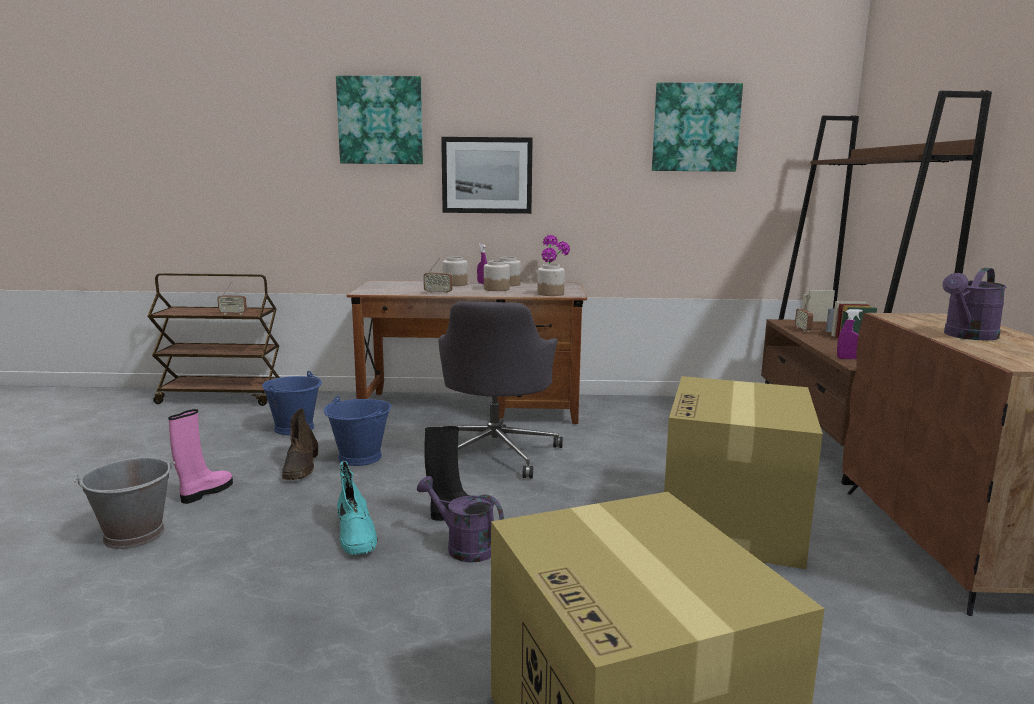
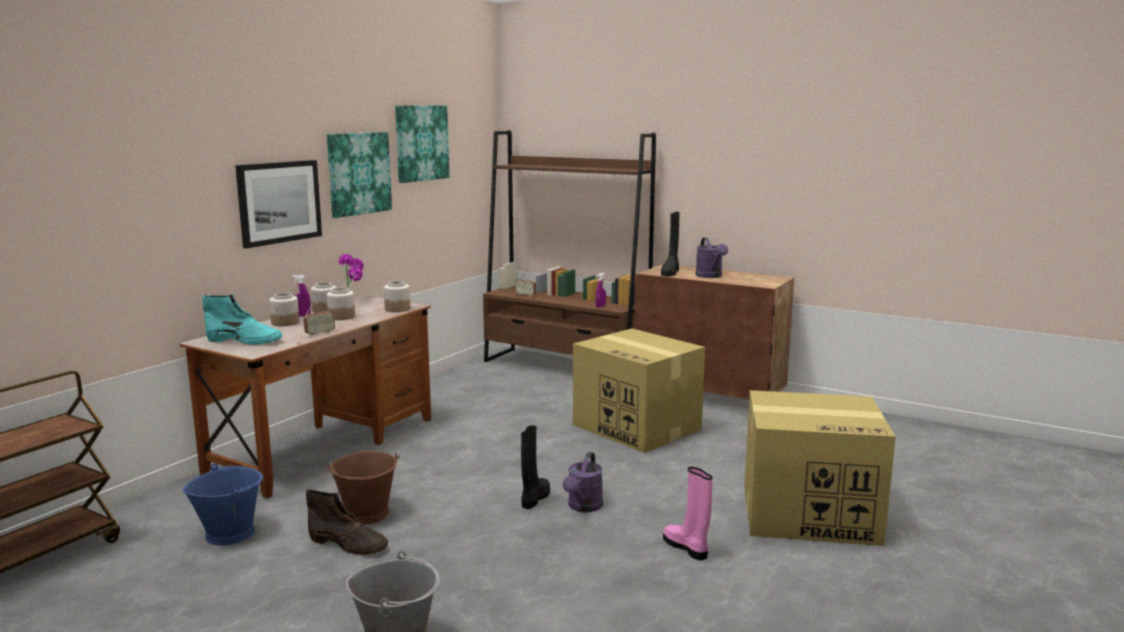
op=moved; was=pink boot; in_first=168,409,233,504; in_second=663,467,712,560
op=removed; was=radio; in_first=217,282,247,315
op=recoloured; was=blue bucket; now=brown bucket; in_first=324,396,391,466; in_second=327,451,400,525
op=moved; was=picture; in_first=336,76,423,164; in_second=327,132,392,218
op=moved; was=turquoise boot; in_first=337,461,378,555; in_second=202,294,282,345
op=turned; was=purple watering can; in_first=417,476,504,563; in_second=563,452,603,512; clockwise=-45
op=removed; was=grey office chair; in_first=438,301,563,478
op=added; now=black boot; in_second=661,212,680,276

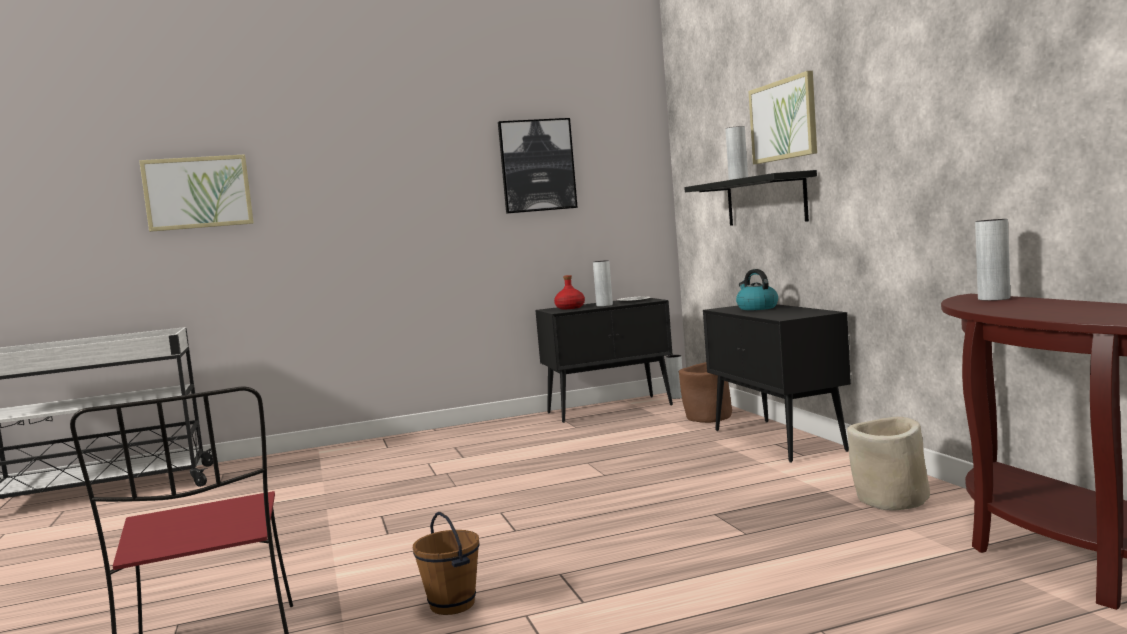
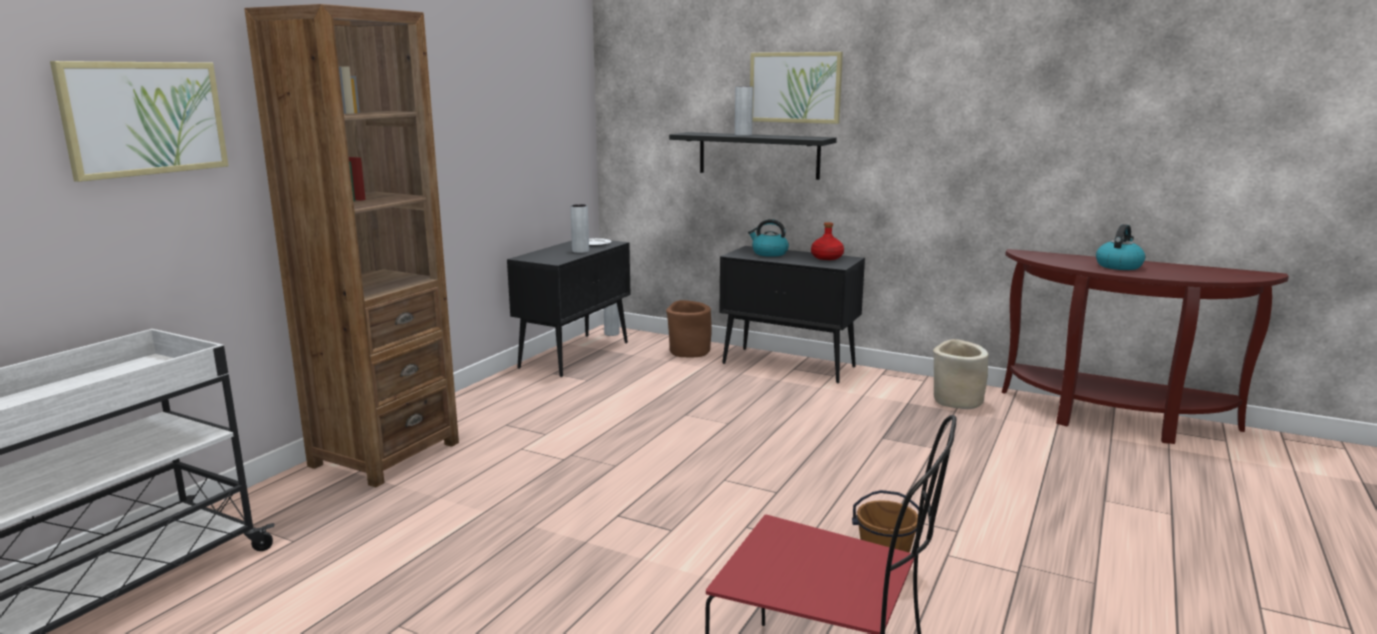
op=removed; was=picture; in_first=498,118,578,214
op=moved; was=red bottle; in_first=554,275,585,309; in_second=811,222,844,260
op=removed; was=grey vase; in_first=975,219,1010,301
op=added; now=brown bookcase; in_second=245,4,459,487
op=added; now=kettle; in_second=1096,224,1145,270

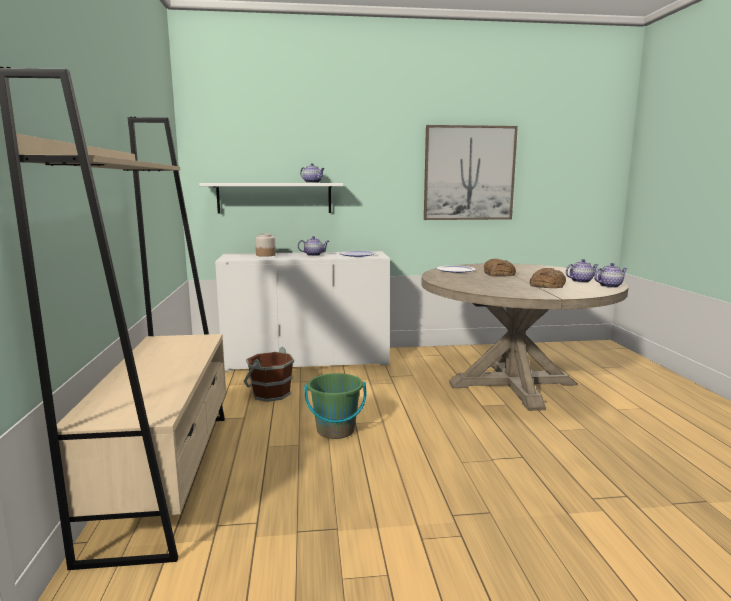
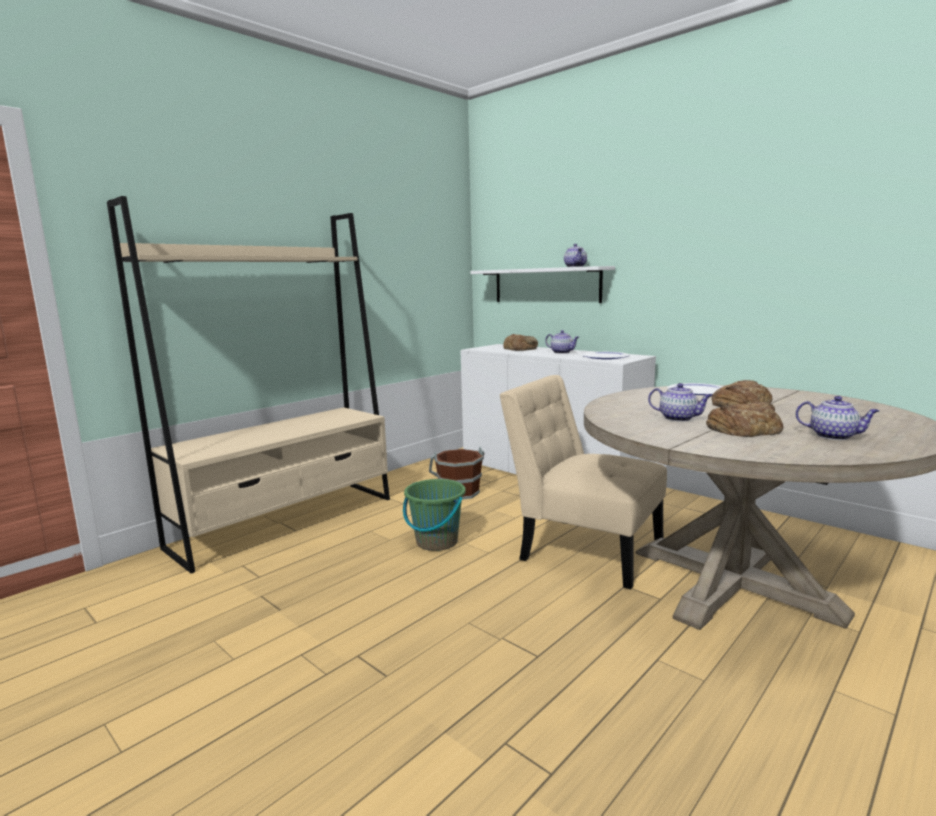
op=replaced; was=jar; now=bread; in_first=255,234,276,257; in_second=503,334,538,351
op=removed; was=picture; in_first=424,125,518,220
op=moved; was=teapot; in_first=594,263,628,288; in_second=648,383,713,422
op=added; now=beige chair; in_second=499,375,667,589

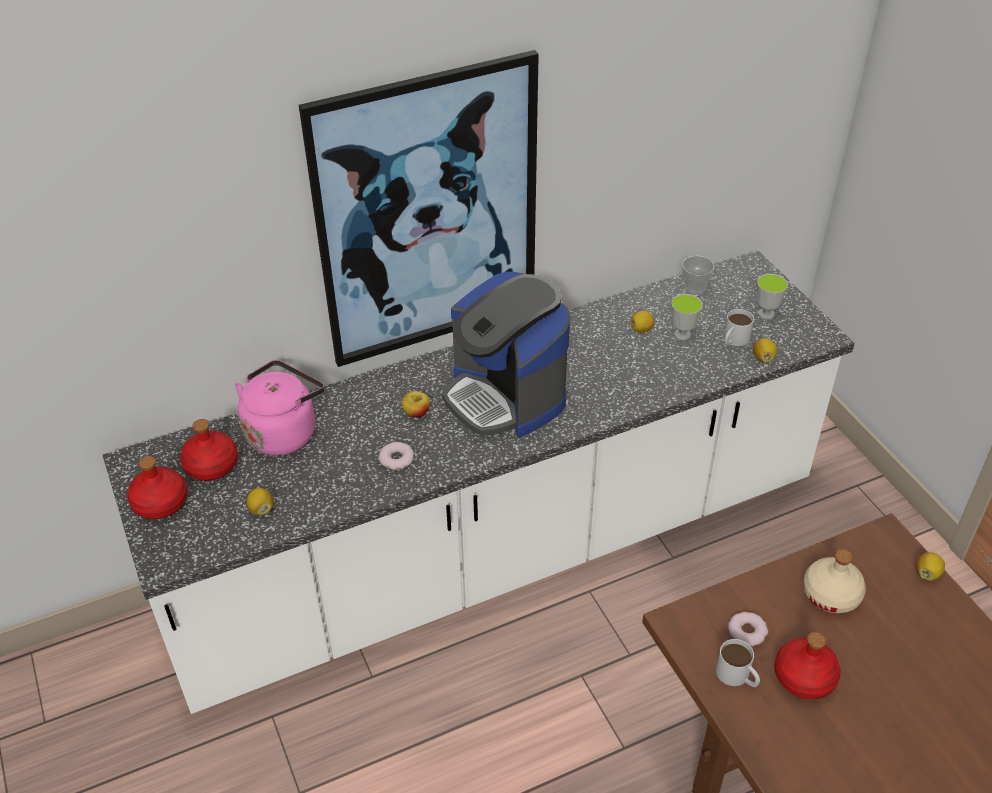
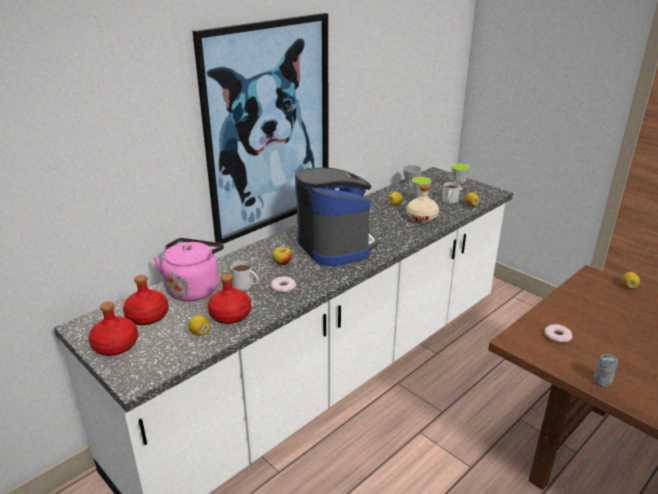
op=turned; was=coffee machine; in_first=442,272,570,438; in_second=295,168,379,266; clockwise=-150
op=moved; was=white mug; in_first=716,639,760,687; in_second=231,261,259,290
op=moved; was=red bottle; in_first=774,632,841,699; in_second=208,274,251,324
op=moved; was=beige bottle; in_first=803,549,866,613; in_second=406,184,439,223
op=added; now=can; in_second=593,354,618,387

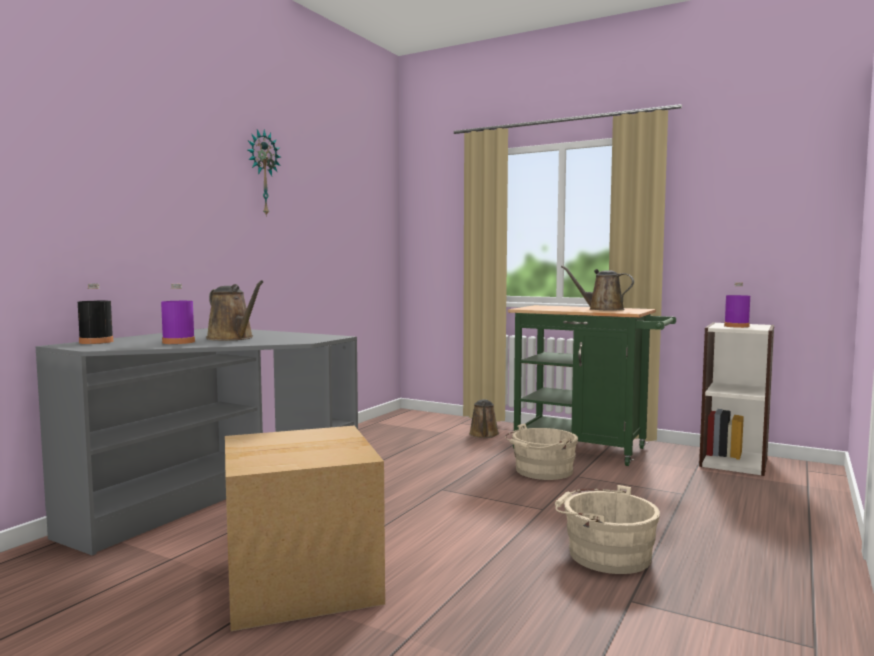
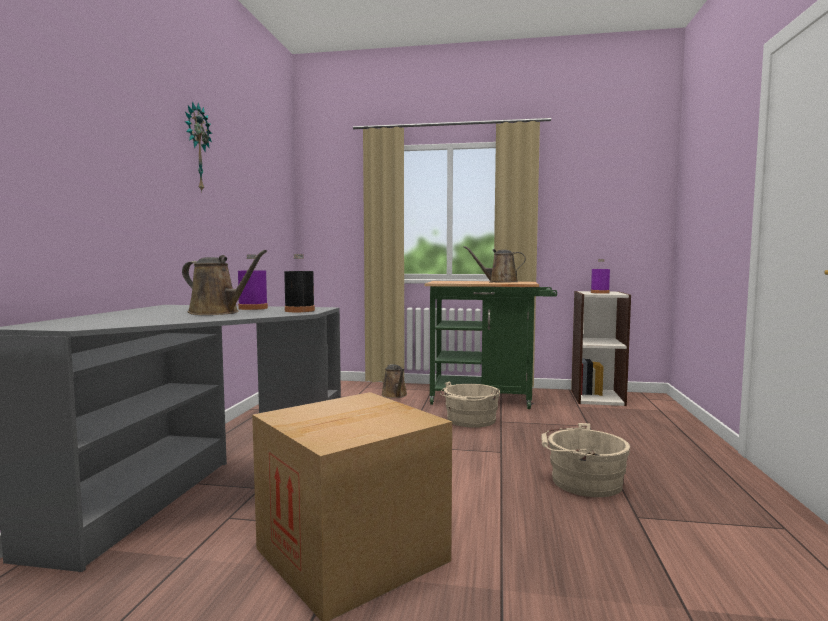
op=moved; was=black bottle; in_first=78,284,113,344; in_second=284,254,315,312
op=moved; was=purple bottle; in_first=161,284,195,344; in_second=238,254,268,310

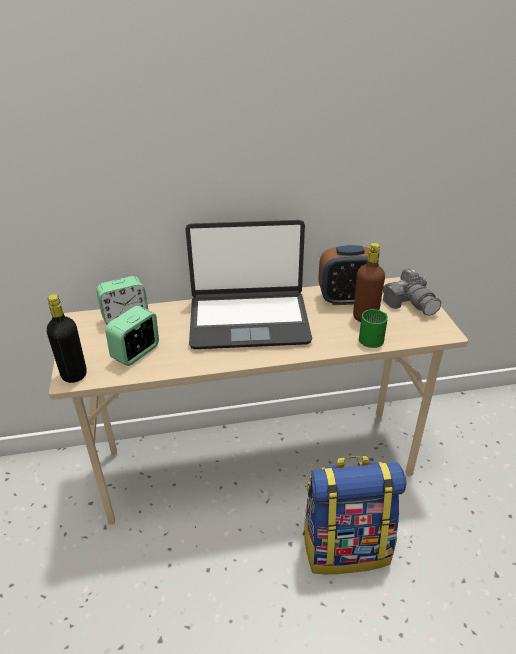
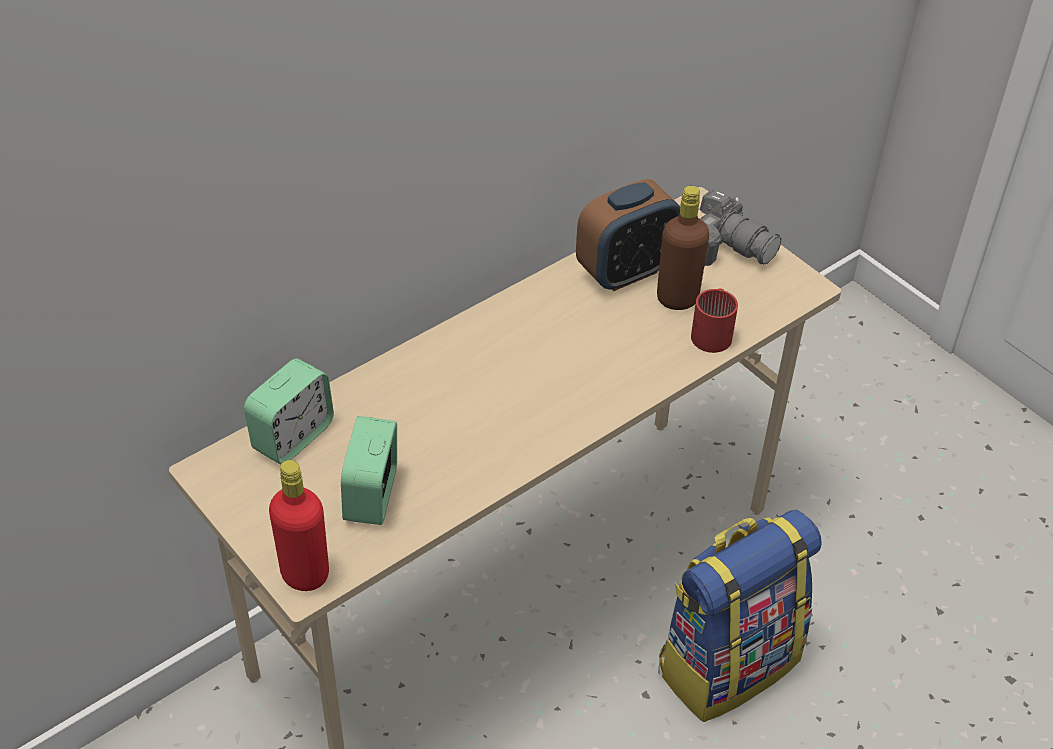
op=recoloured; was=black bottle; now=red bottle; in_first=47,294,87,383; in_second=269,460,329,591
op=removed; was=laptop; in_first=185,220,312,349
op=recoloured; was=green mug; now=red mug; in_first=359,309,388,348; in_second=691,288,738,353

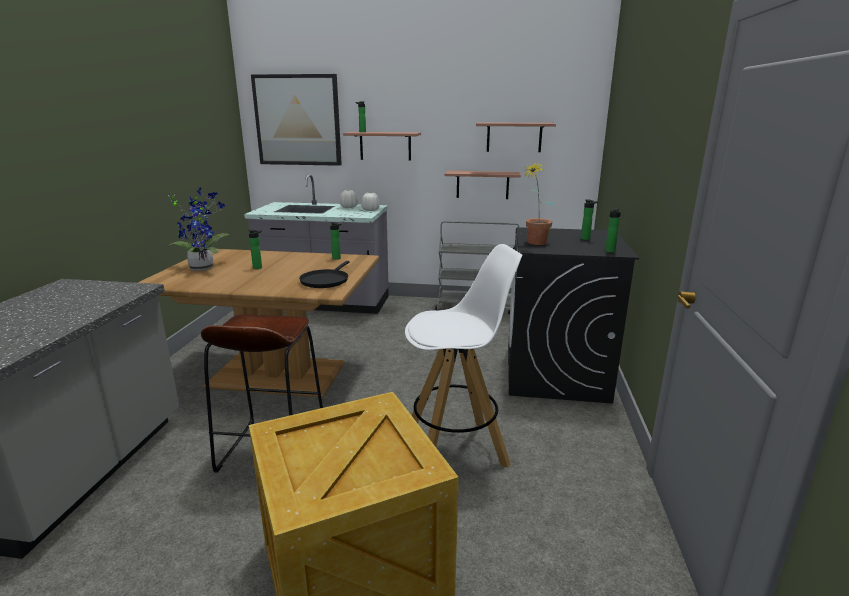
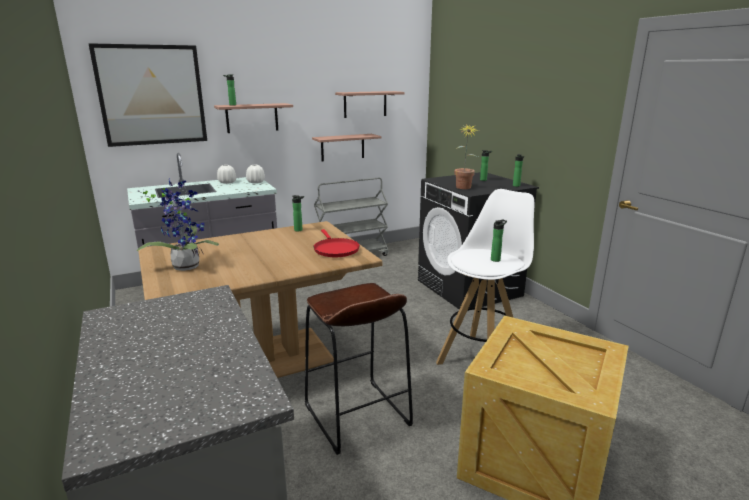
op=moved; was=bottle; in_first=248,230,262,269; in_second=491,219,507,262
op=recoloured; was=black frying pan; now=red frying pan; in_first=299,261,350,288; in_second=314,229,360,257

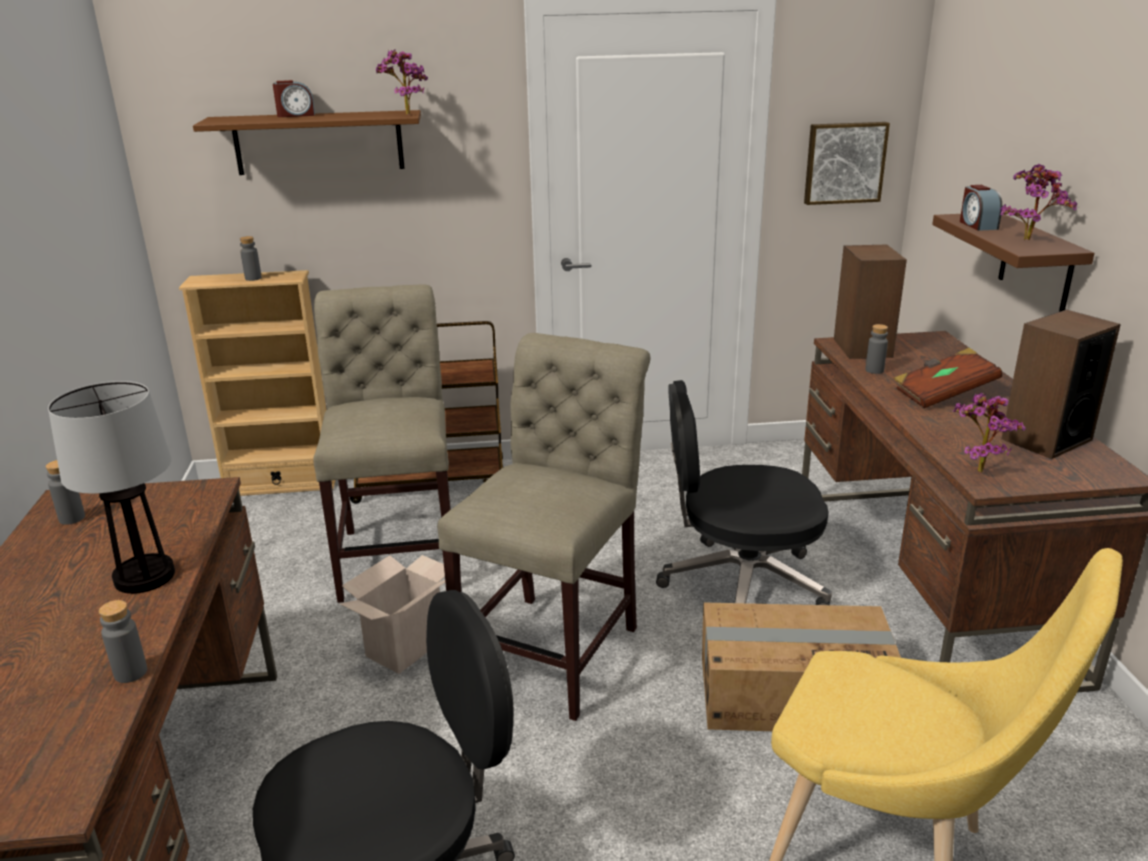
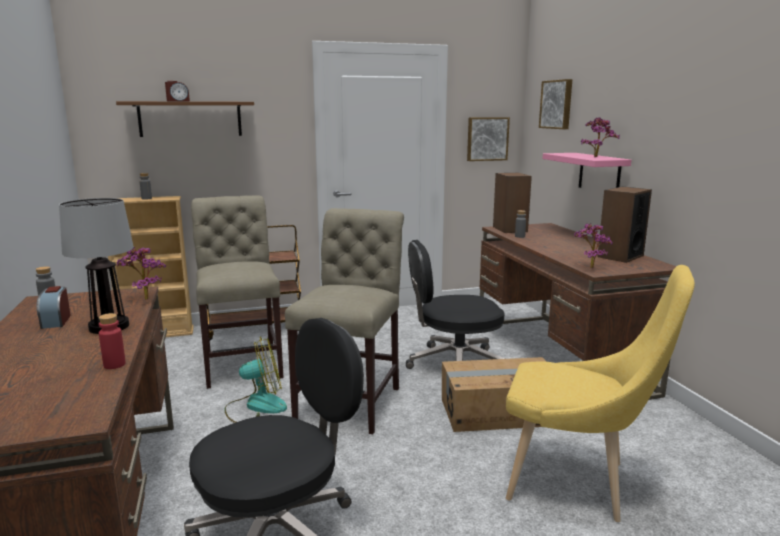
op=recoloured; was=grey bottle; now=red bottle; in_first=99,600,147,683; in_second=99,313,126,369
op=replaced; was=cardboard box; now=fan; in_first=340,555,445,674; in_second=224,336,287,423
op=moved; was=potted plant; in_first=376,50,428,115; in_second=117,247,166,300
op=removed; was=brown book; in_first=894,348,1002,408
op=recoloured; was=brown shelf; now=pink shelf; in_first=932,214,1095,312; in_second=542,153,631,188
op=moved; was=alarm clock; in_first=960,185,1002,231; in_second=37,286,71,329
op=added; now=picture; in_second=539,79,572,129

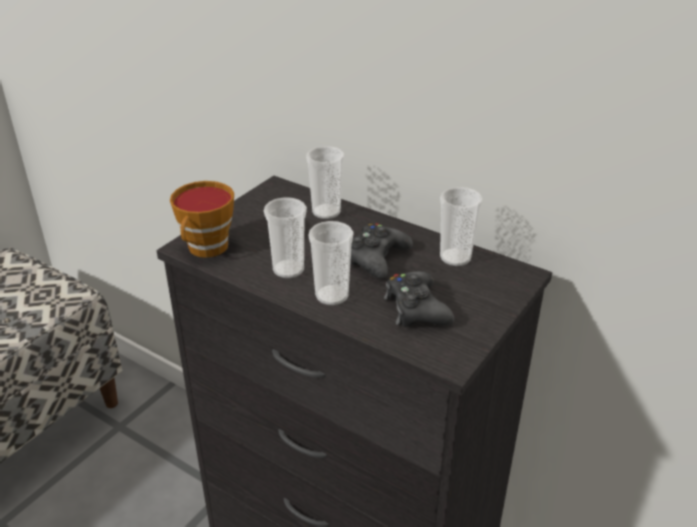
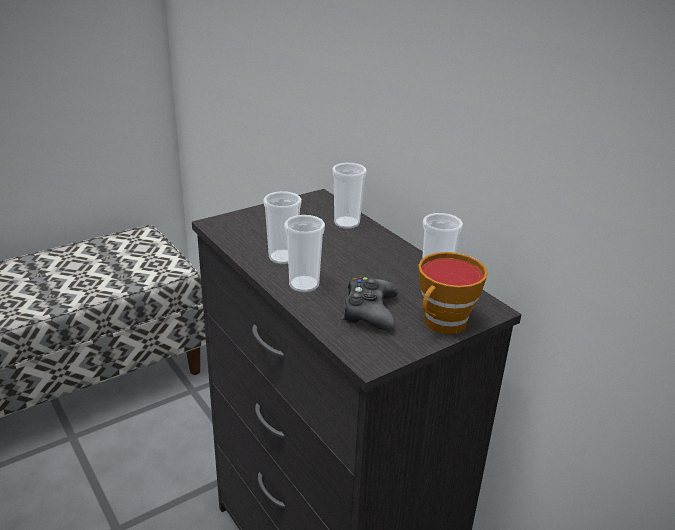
op=moved; was=cup; in_first=170,181,234,258; in_second=418,252,488,335
op=removed; was=black game controller; in_first=350,223,413,279

